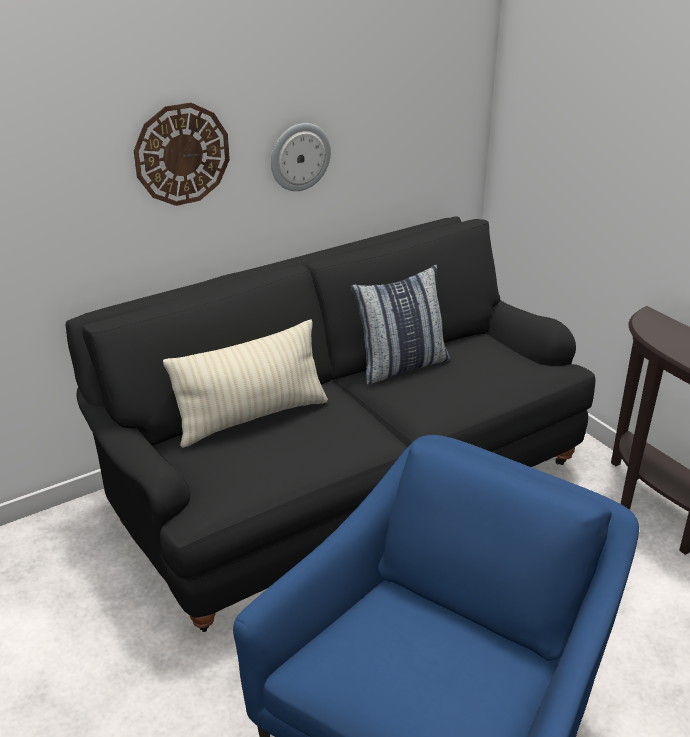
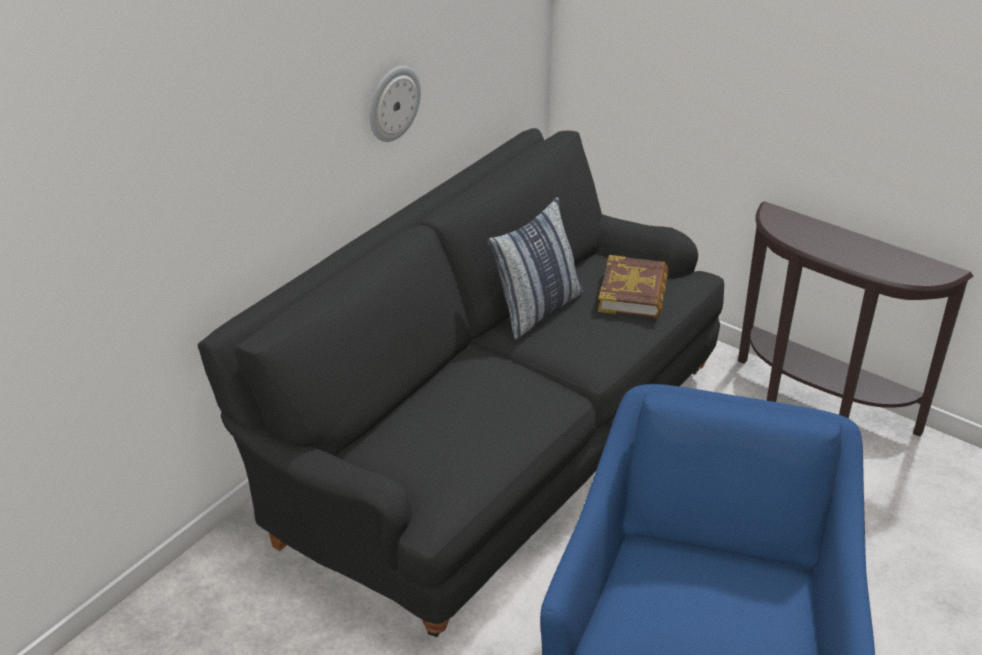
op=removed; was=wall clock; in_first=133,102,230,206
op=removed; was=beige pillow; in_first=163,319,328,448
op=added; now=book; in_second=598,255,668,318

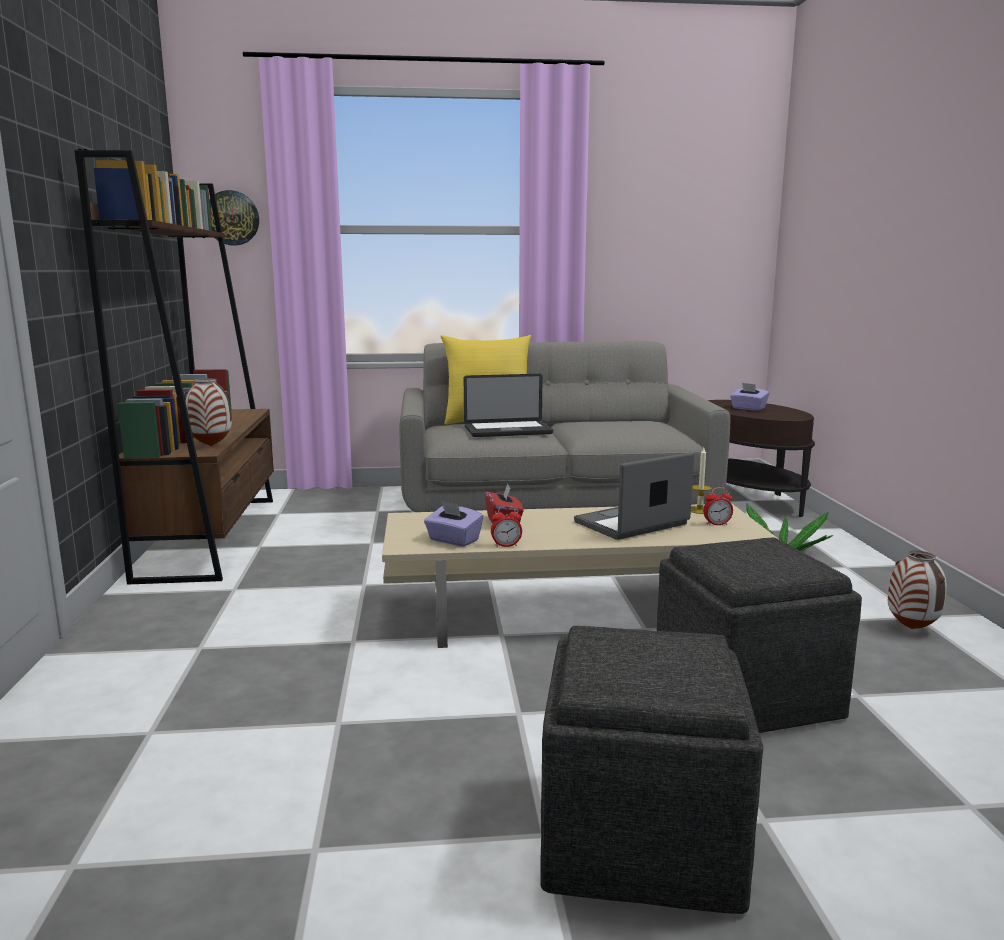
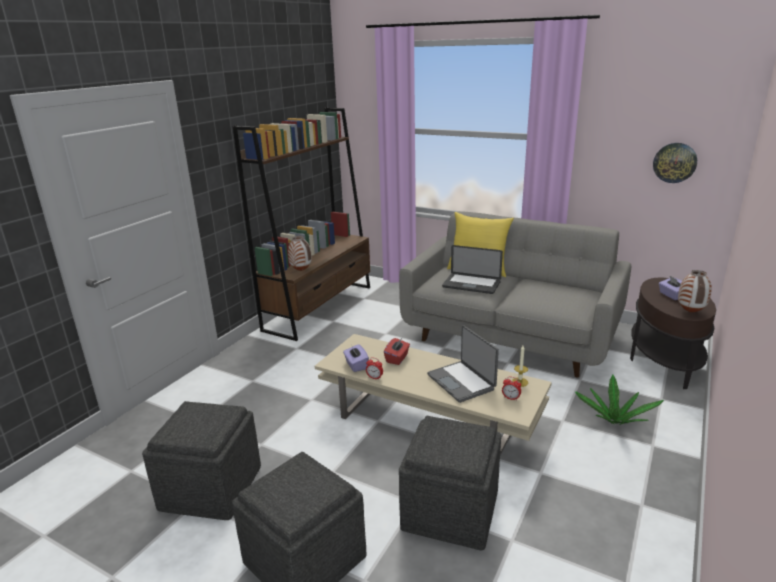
op=moved; was=wall clock; in_first=209,190,259,245; in_second=653,143,697,183
op=turned; was=laptop; in_first=574,452,694,540; in_second=427,325,499,403; clockwise=-120
op=moved; was=vase; in_first=888,551,947,629; in_second=678,270,712,313
op=added; now=grey ottoman; in_second=142,401,261,520

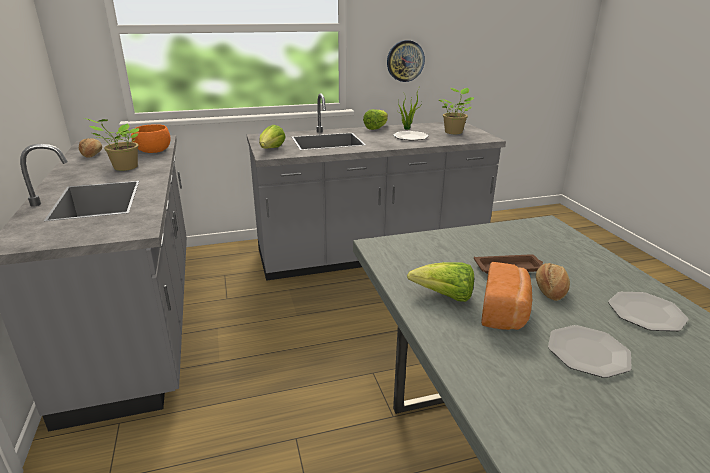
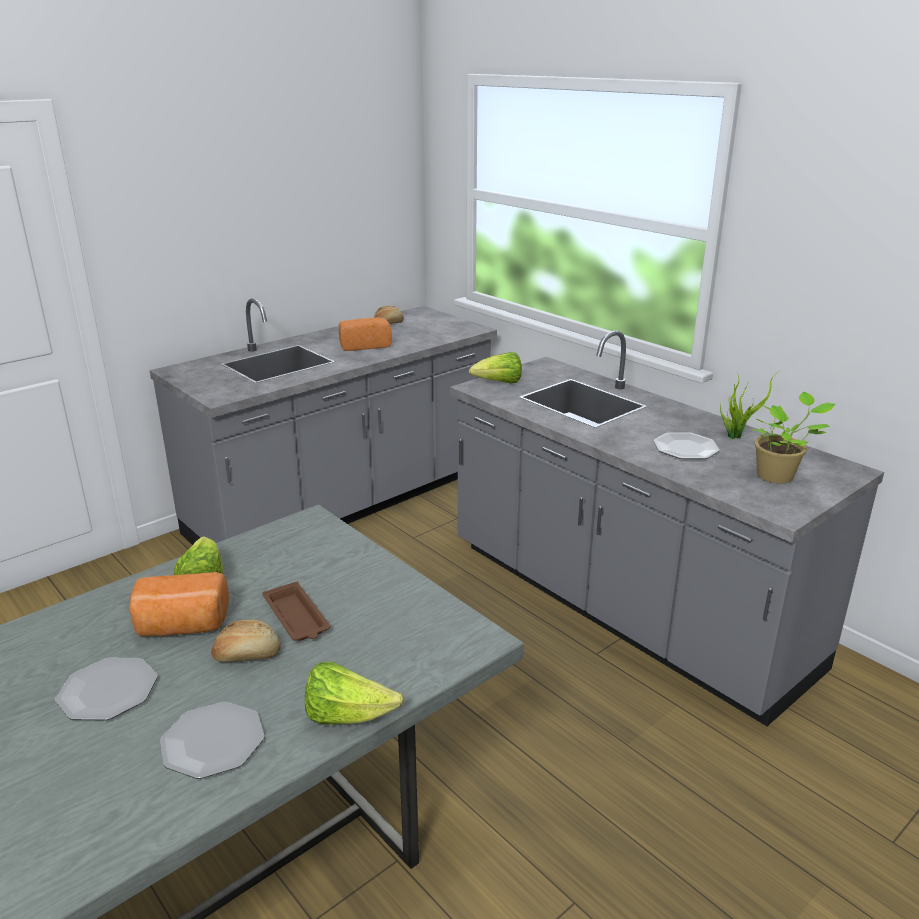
op=replaced; was=potted plant; now=bread; in_first=84,118,139,171; in_second=339,318,392,351
op=removed; was=orange bowl; in_first=131,125,171,153
op=moved; was=lettuce; in_first=363,109,388,130; in_second=305,661,404,725
op=removed; was=wall clock; in_first=387,40,425,82

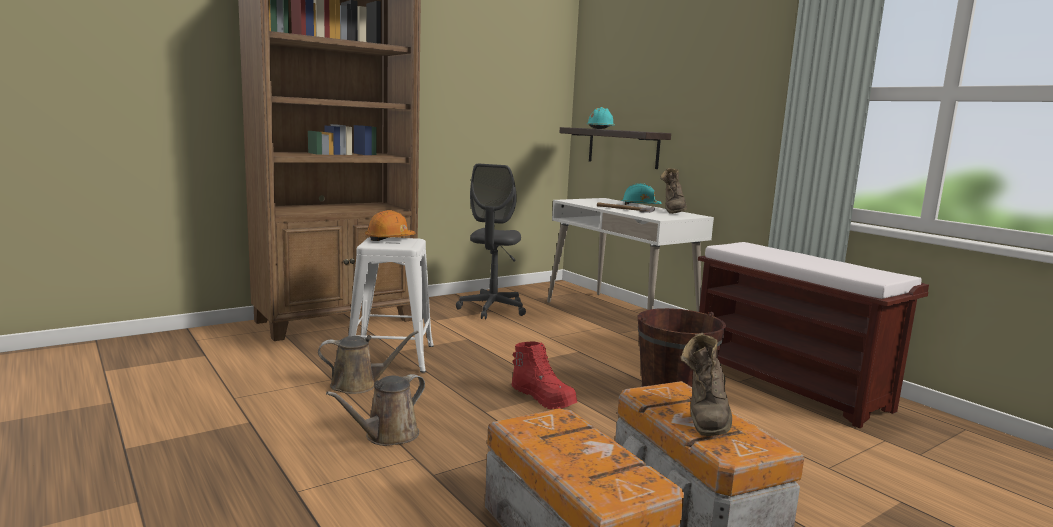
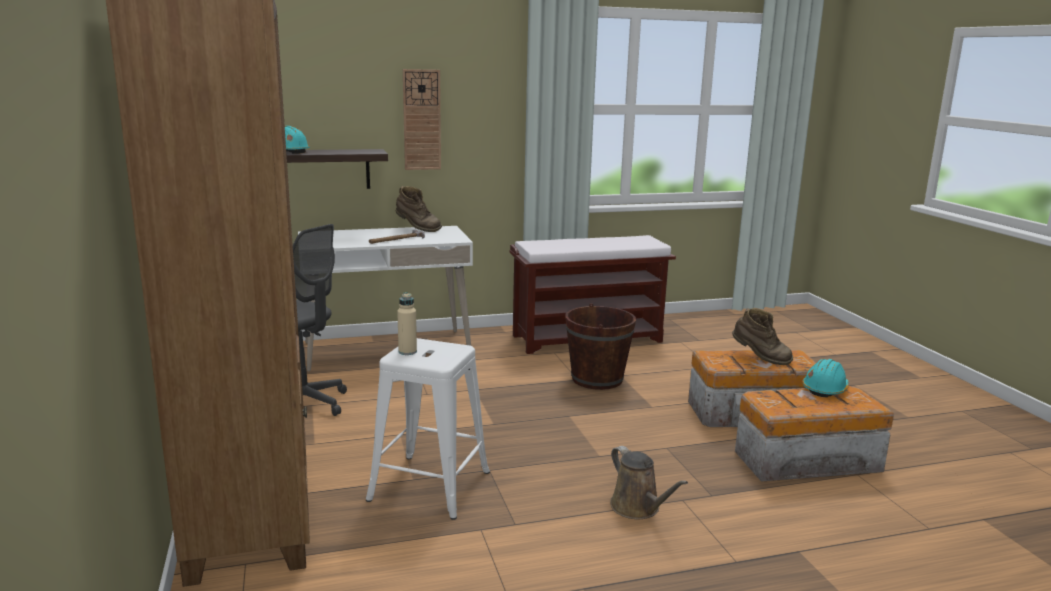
op=removed; was=brown watering can; in_first=318,331,419,394
op=replaced; was=orange hard hat; now=beige bottle; in_first=365,210,416,241; in_second=397,292,417,355
op=removed; was=red boot; in_first=511,342,577,409
op=moved; was=turquoise hard hat; in_first=621,183,662,205; in_second=802,359,849,397
op=added; now=wall clock; in_second=403,69,441,170

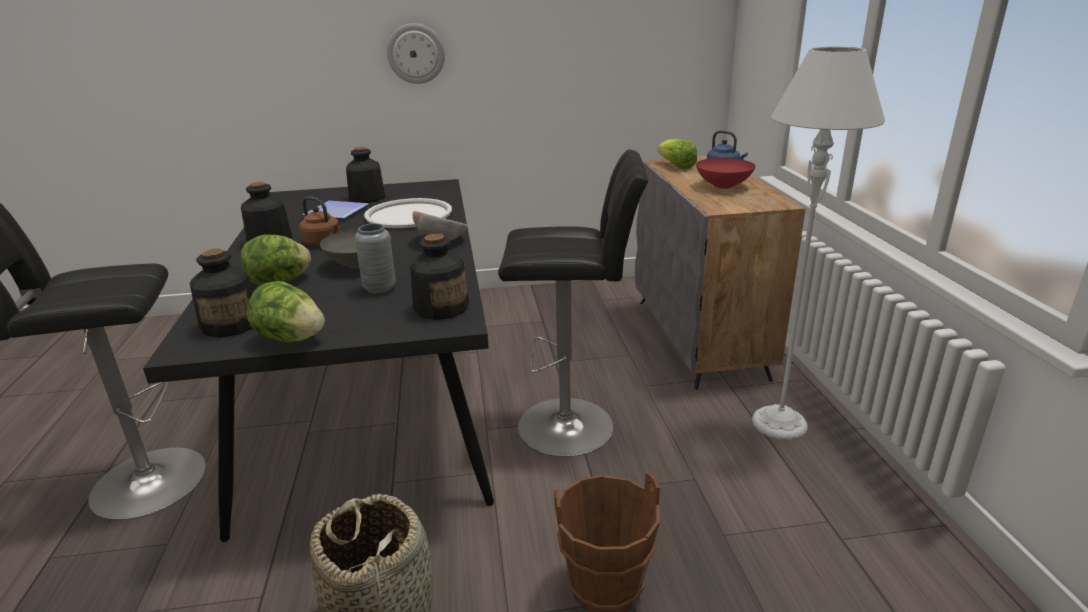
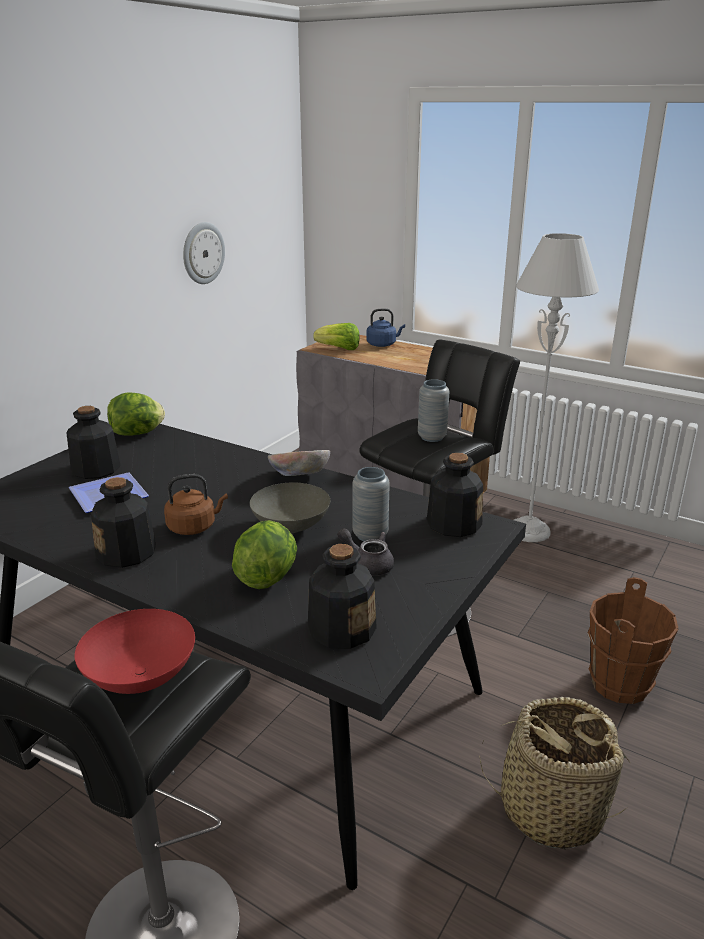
op=moved; was=lettuce; in_first=247,281,325,343; in_second=107,392,165,436
op=removed; was=white tray; in_first=364,198,452,228
op=moved; was=wall clock; in_first=387,23,445,84; in_second=183,222,225,284
op=moved; was=red bowl; in_first=696,158,756,189; in_second=75,609,195,694
op=added; now=grey teapot; in_second=337,528,394,576
op=added; now=grey vase; in_second=418,379,450,442

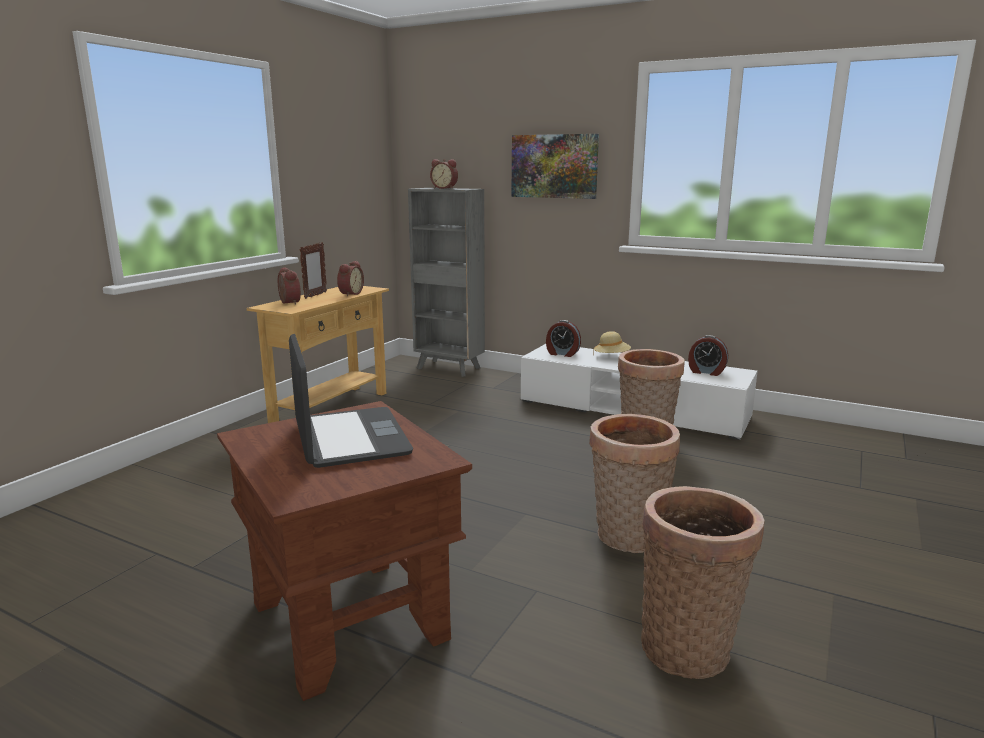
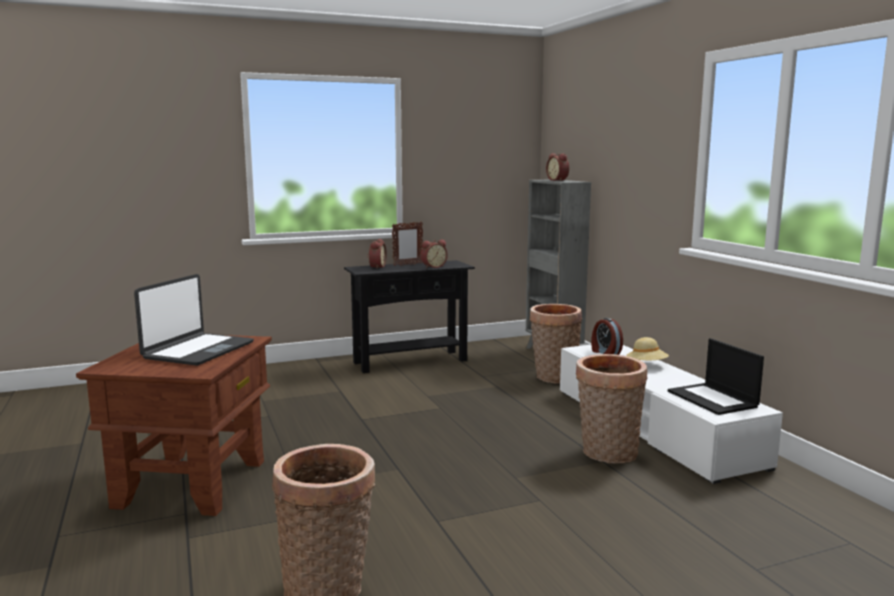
op=recoloured; was=beige console table; now=black console table; in_first=247,286,389,423; in_second=344,260,475,373
op=removed; was=picture; in_first=511,134,599,199
op=moved; was=basket; in_first=589,414,680,553; in_second=529,304,582,384
op=replaced; was=alarm clock; now=laptop; in_first=688,335,728,376; in_second=668,338,764,415

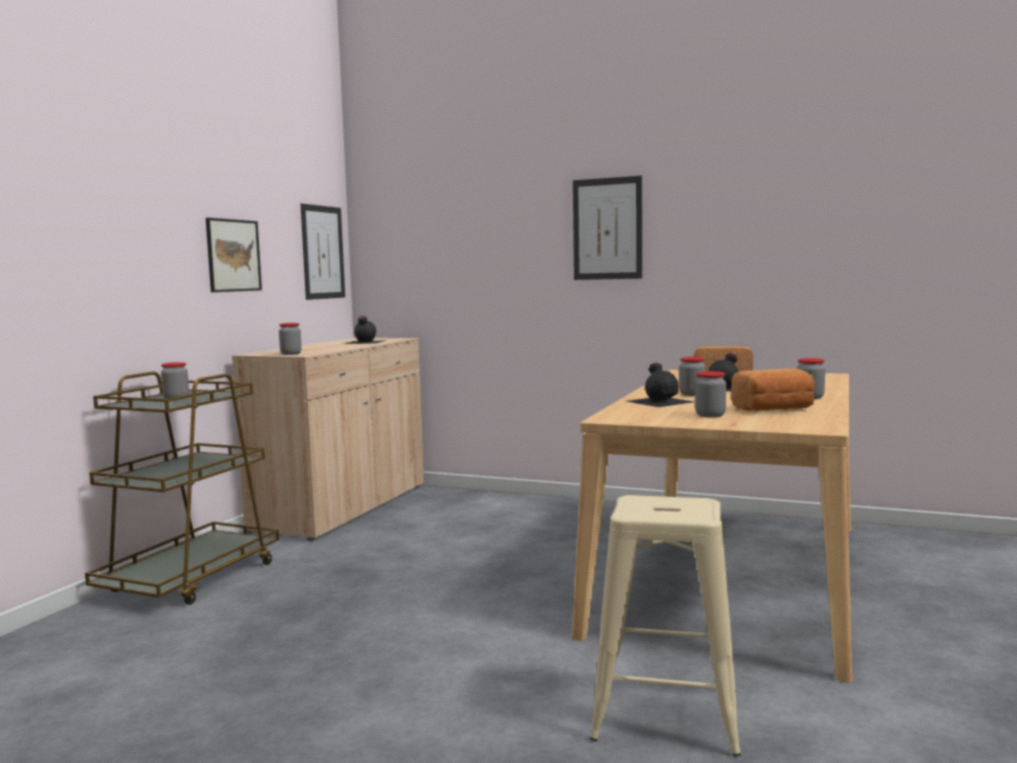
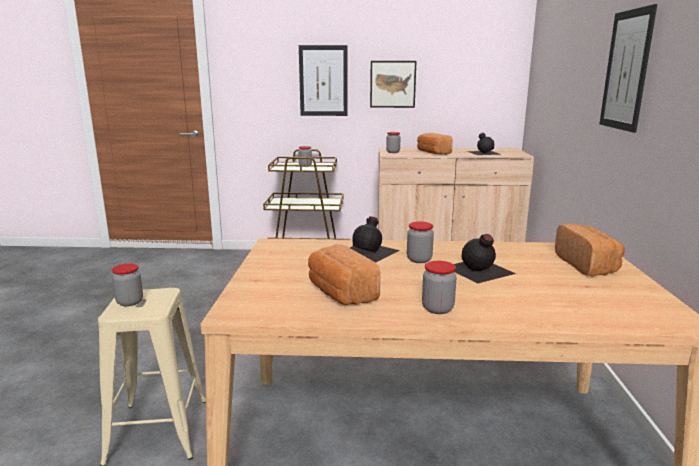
op=moved; was=picture; in_first=301,204,345,300; in_second=299,45,347,116
op=moved; was=jar; in_first=695,371,726,417; in_second=112,263,143,306
op=added; now=bread; in_second=417,133,453,155

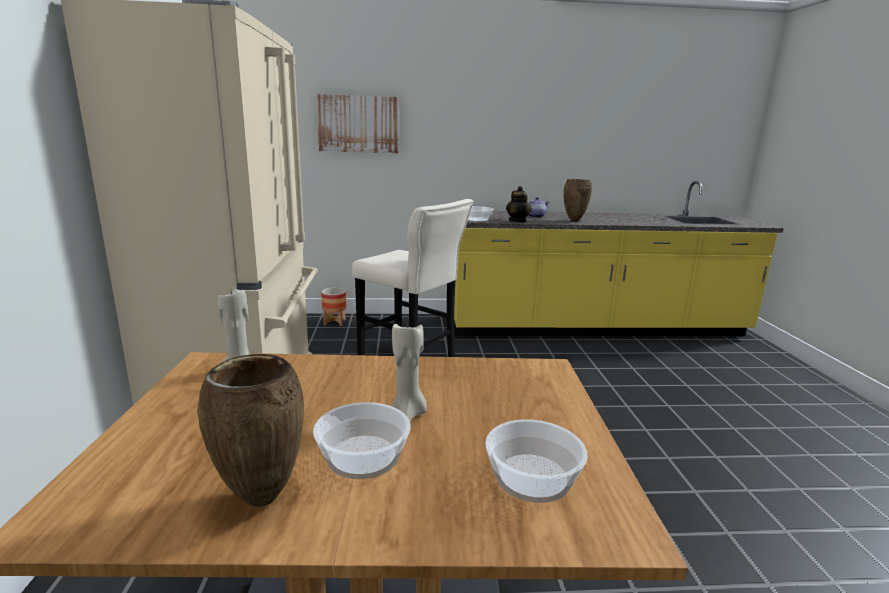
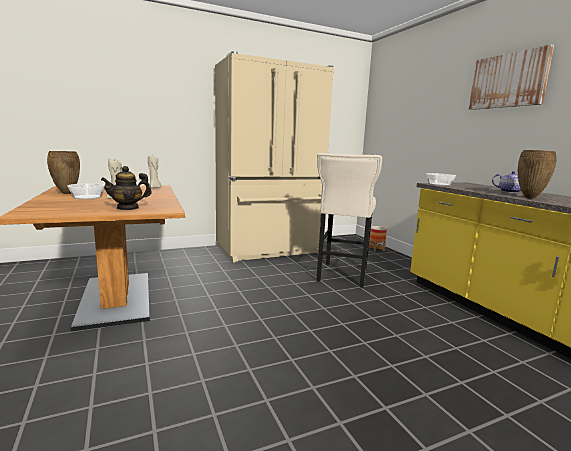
op=moved; was=picture; in_first=317,94,400,153; in_second=469,45,554,110
op=removed; was=bowl; in_first=485,419,588,503
op=moved; was=teapot; in_first=506,186,531,223; in_second=101,166,152,210

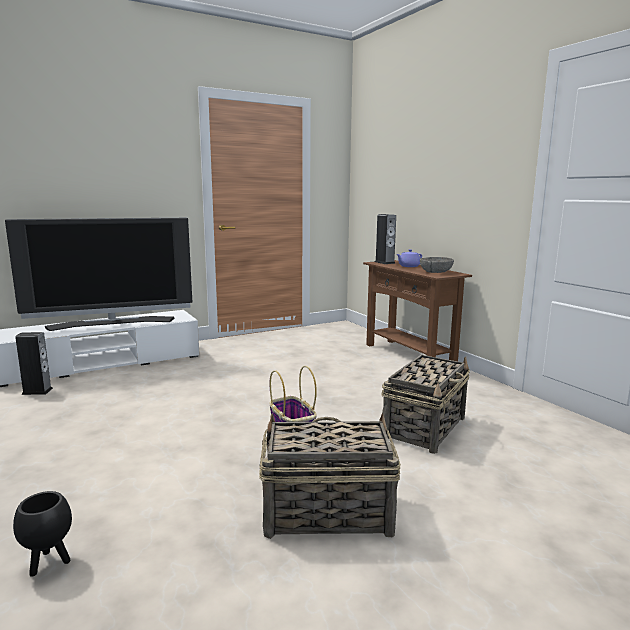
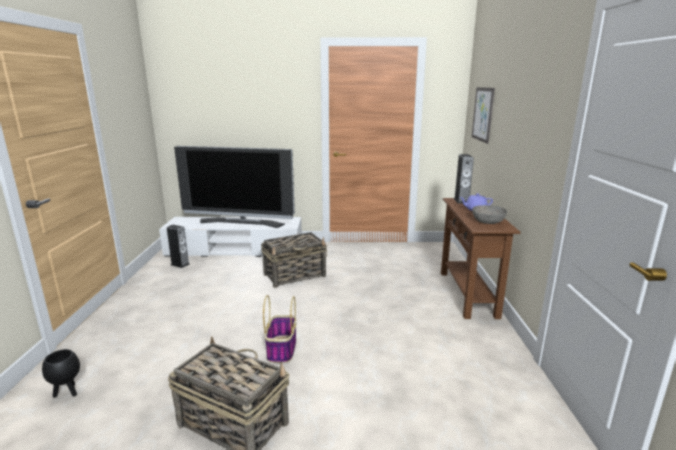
op=moved; was=basket; in_first=381,355,470,454; in_second=261,232,327,288
op=added; now=picture; in_second=472,87,495,144

